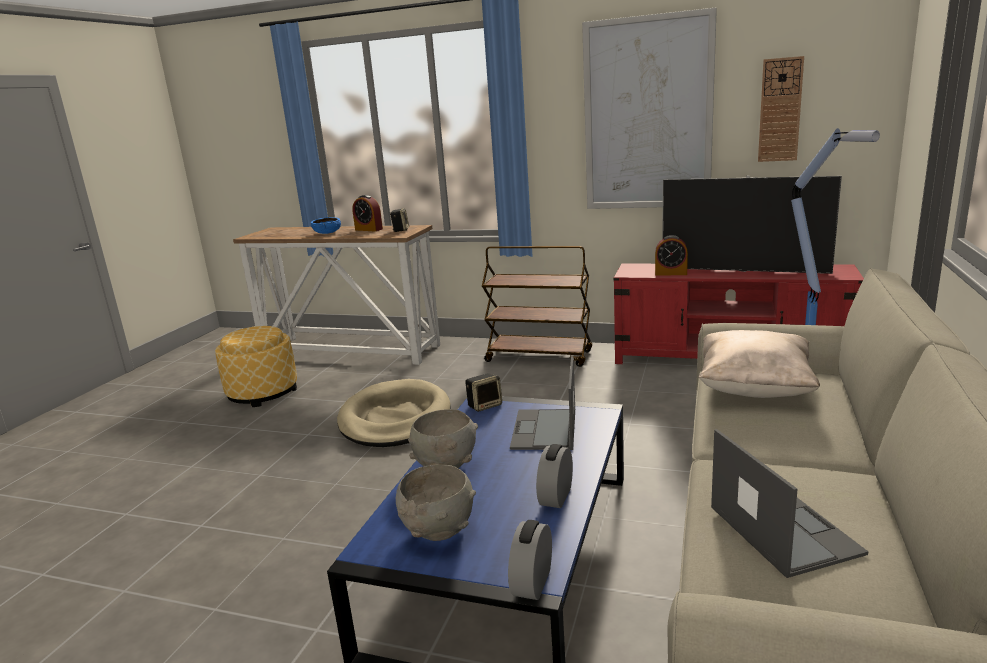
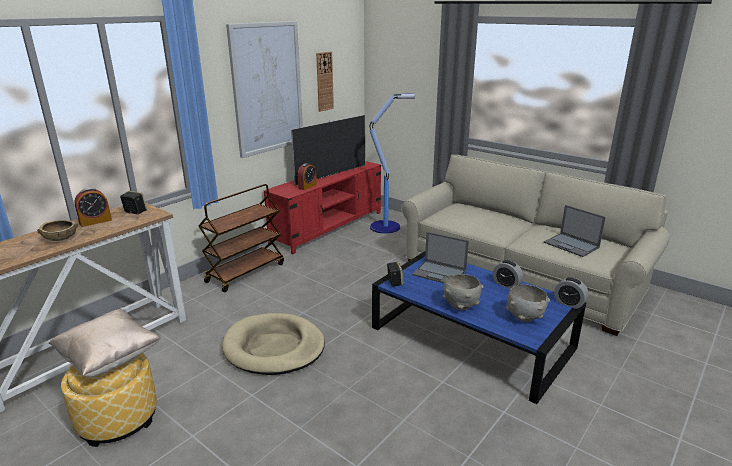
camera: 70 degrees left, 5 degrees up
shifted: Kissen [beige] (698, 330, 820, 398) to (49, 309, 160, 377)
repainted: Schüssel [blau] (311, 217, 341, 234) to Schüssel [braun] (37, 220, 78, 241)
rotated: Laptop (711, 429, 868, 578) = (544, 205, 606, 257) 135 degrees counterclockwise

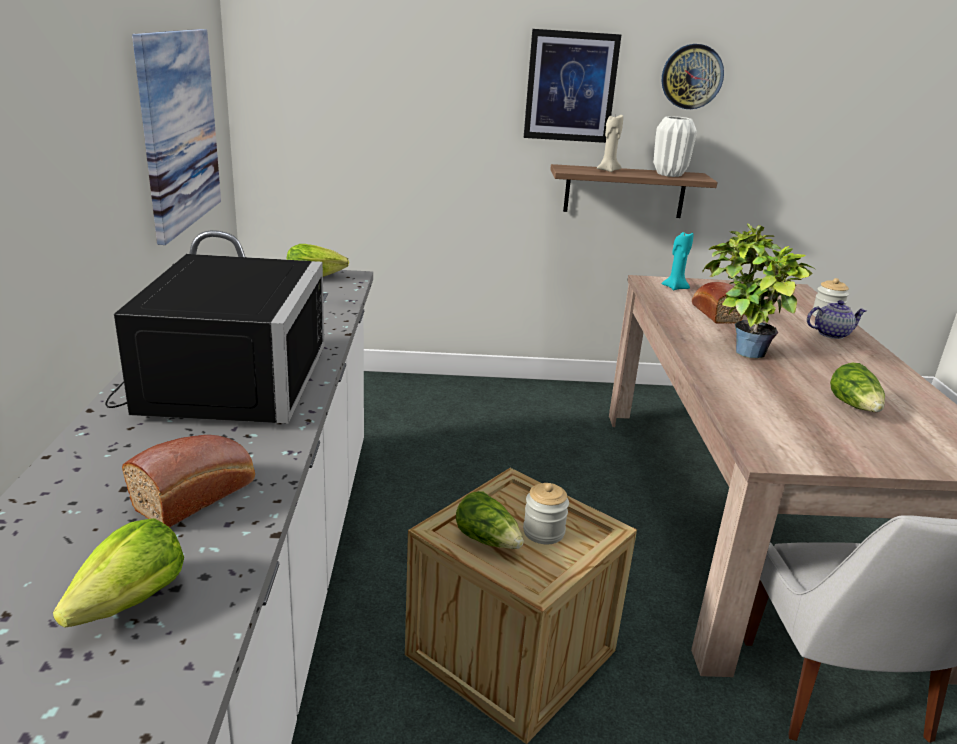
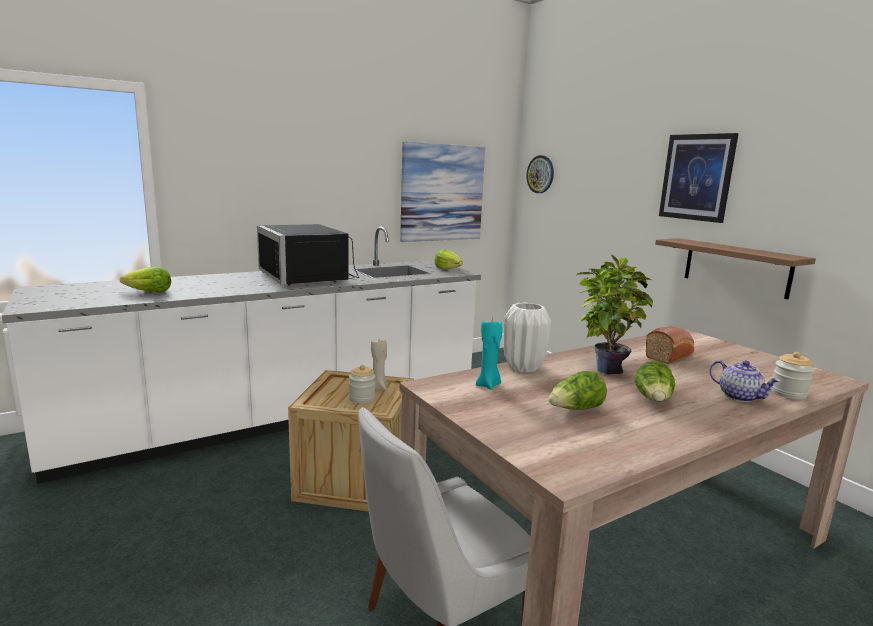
camera: 60 degrees right, 10 degrees down
gone: Brot (122, 435, 255, 528)
shifted: Salatkopf (456, 491, 524, 549) to (634, 361, 675, 402); Kerze [beige] (597, 113, 623, 172) to (371, 339, 387, 390); Vase [weiß] (654, 116, 697, 177) to (504, 302, 551, 373); Kerze [türkis] (661, 232, 694, 290) to (476, 321, 502, 390); Wanduhr (662, 44, 724, 109) to (526, 155, 554, 193)
rotated: Mikrowelle [schwarz] (105, 254, 325, 424) = (257, 224, 359, 285) 90 degrees clockwise

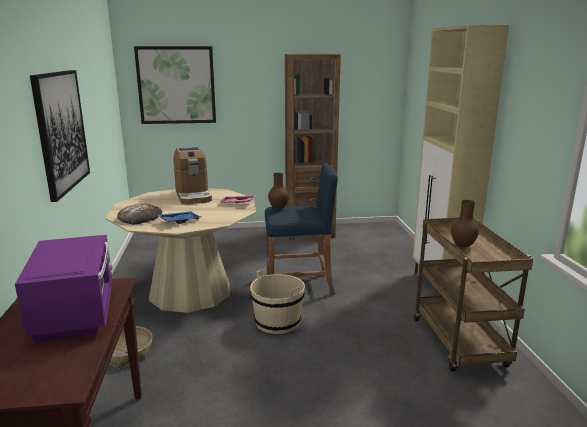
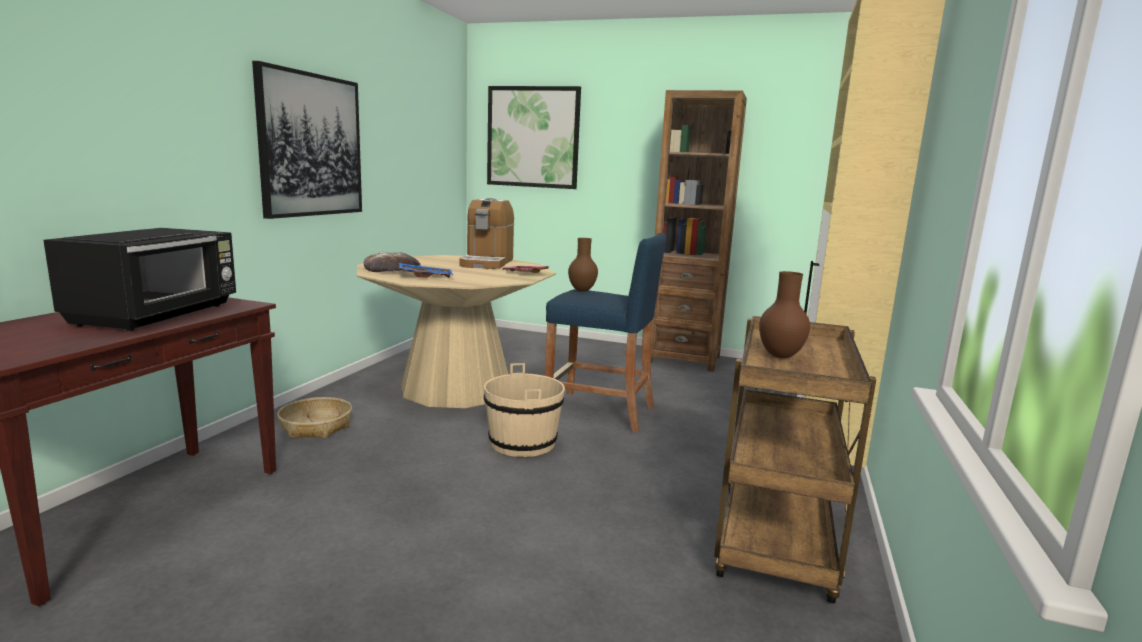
camera: 25 degrees right, 5 degrees down
repainted: Mikrowelle [lila] (15, 235, 113, 342) to Mikrowelle [schwarz] (43, 228, 236, 331)

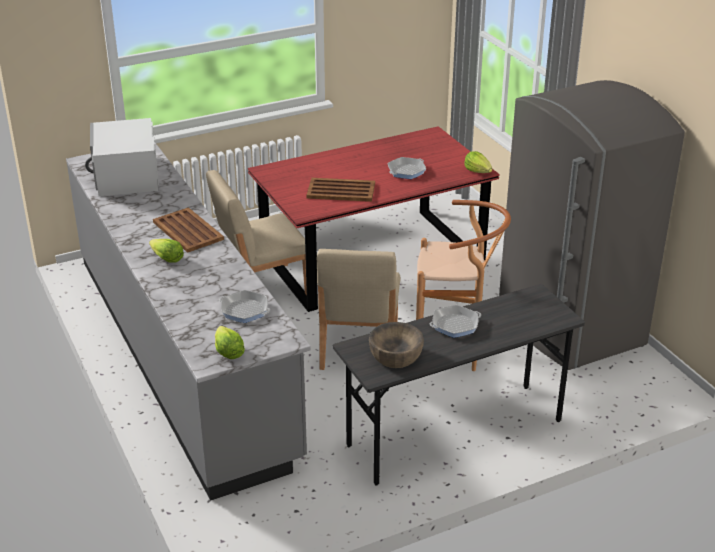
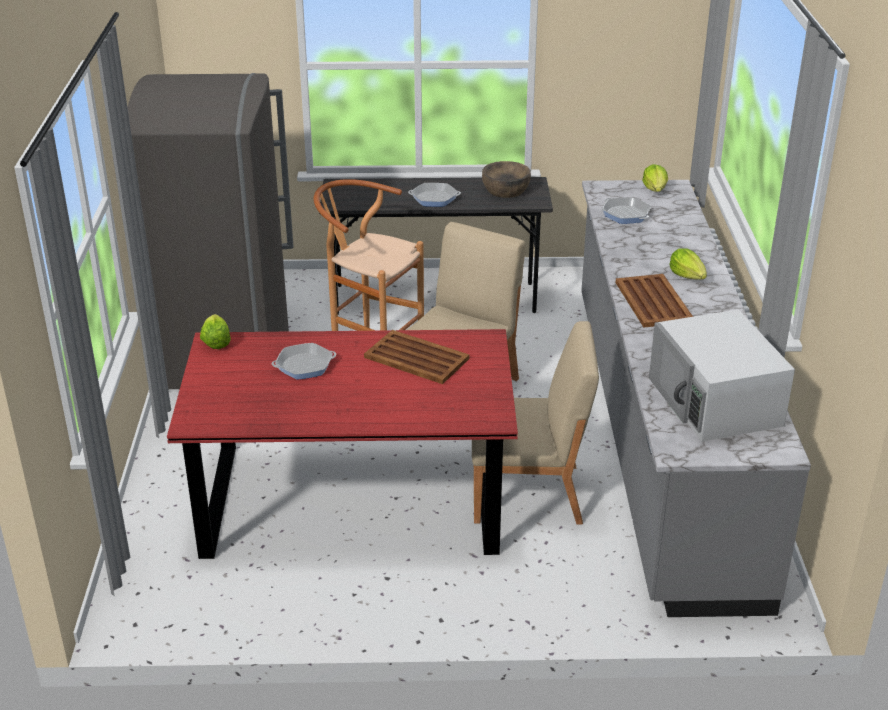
camera: 155 degrees left, 0 degrees up
rotated: Mikrowelle [weiß] (85, 118, 159, 196) = (649, 309, 795, 442) 150 degrees clockwise

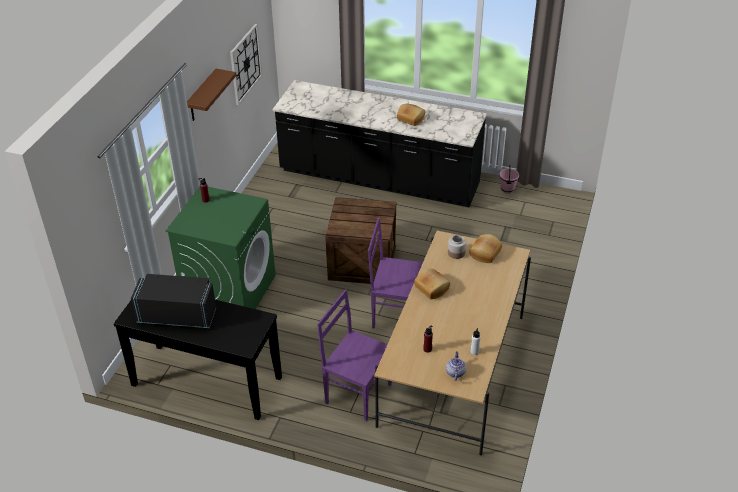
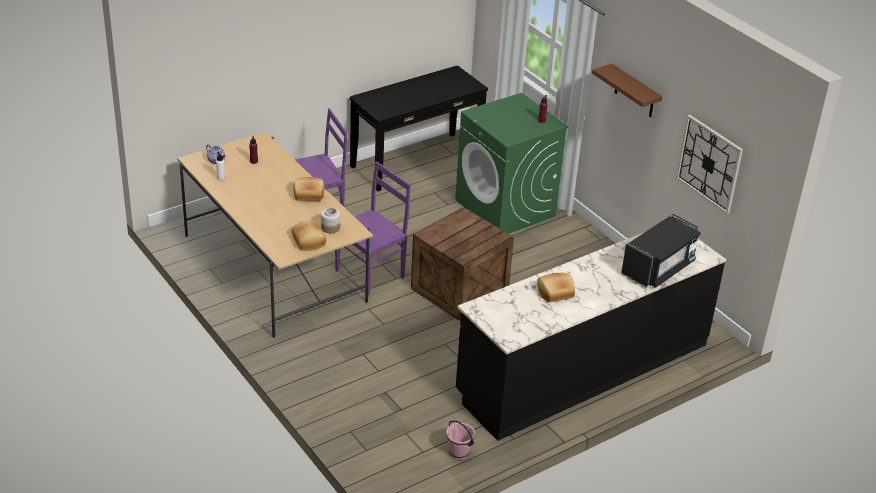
camera: 125 degrees right, 5 degrees down
shifted: Mikrowelle [schwarz] (131, 274, 216, 328) to (621, 214, 701, 288)

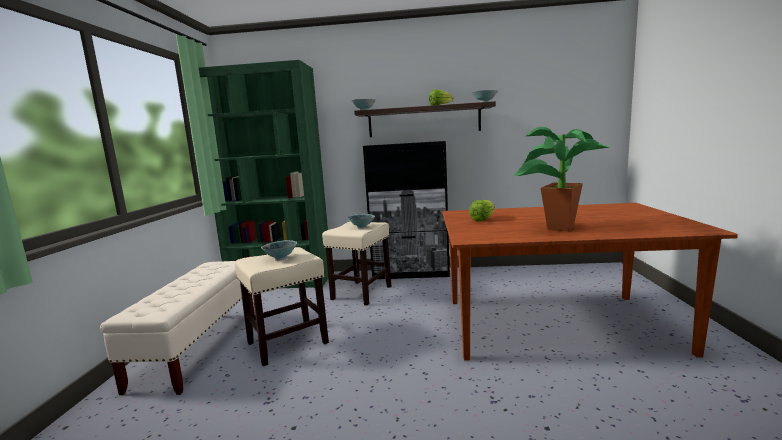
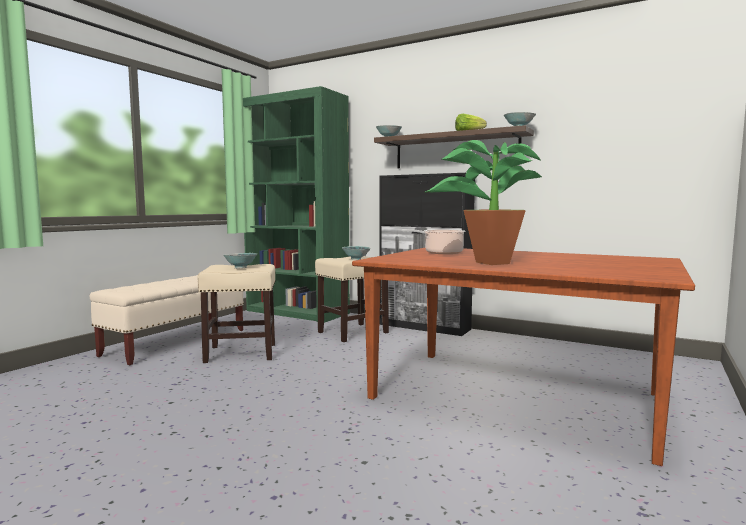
camera: 25 degrees right, 5 degrees down
swapped: Salatkopf (469, 200, 495, 222) to Kochtopf (402, 229, 466, 254)

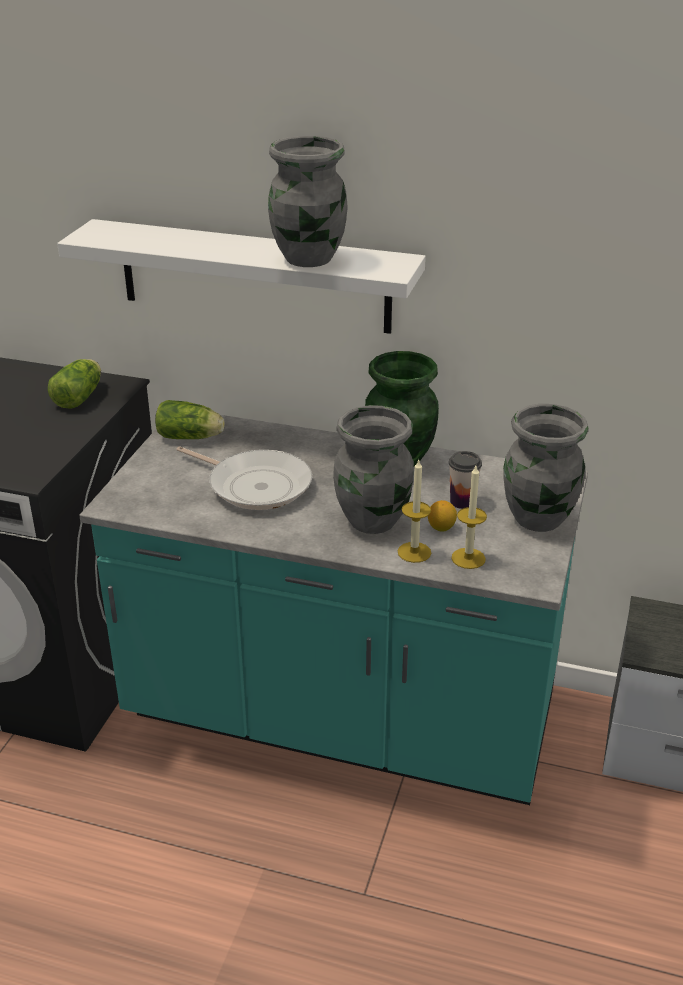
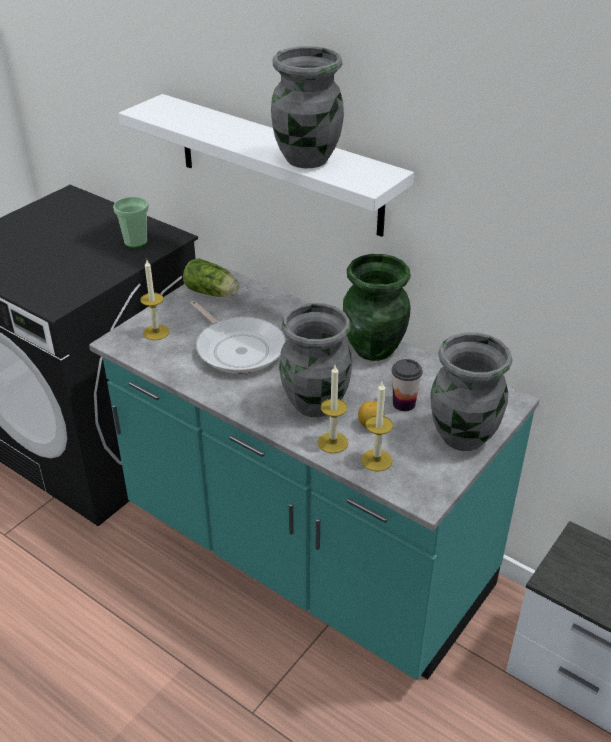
camera: 20 degrees right, 5 degrees up
new: Kerze (140, 260, 170, 340)
swapped: Salatkopf (48, 359, 101, 409) to Tasse (113, 197, 149, 248)

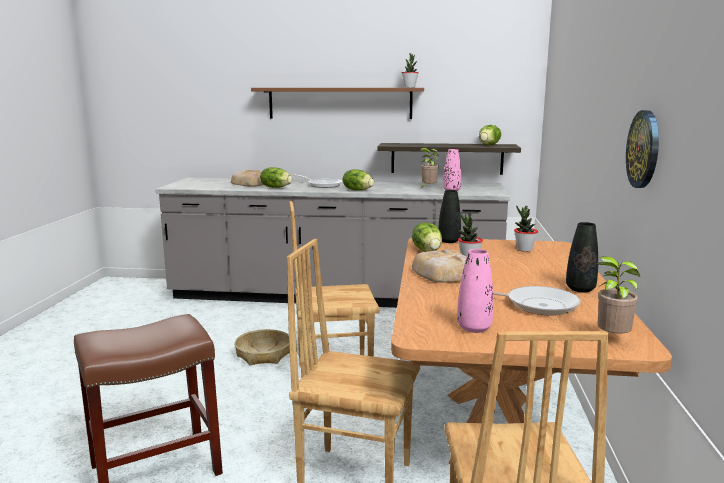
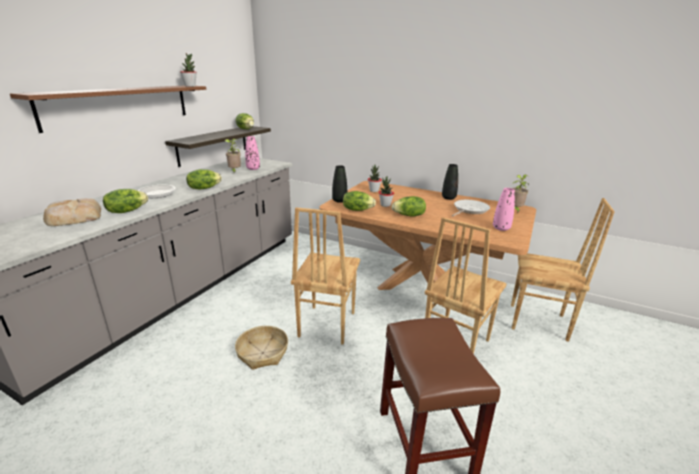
camera: 70 degrees left, 10 degrees up
gone: Wanduhr (626, 110, 659, 188)
swapped: Brot (412, 249, 467, 283) to Salatkopf (392, 196, 426, 217)

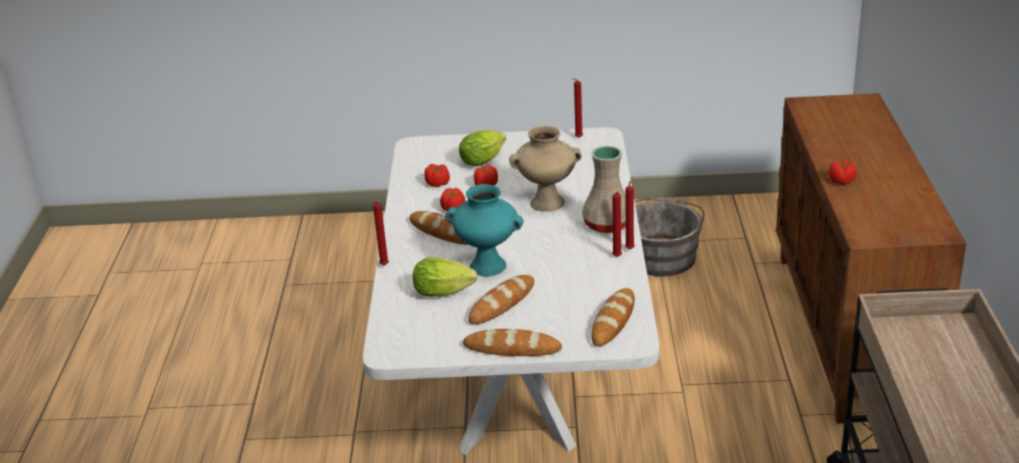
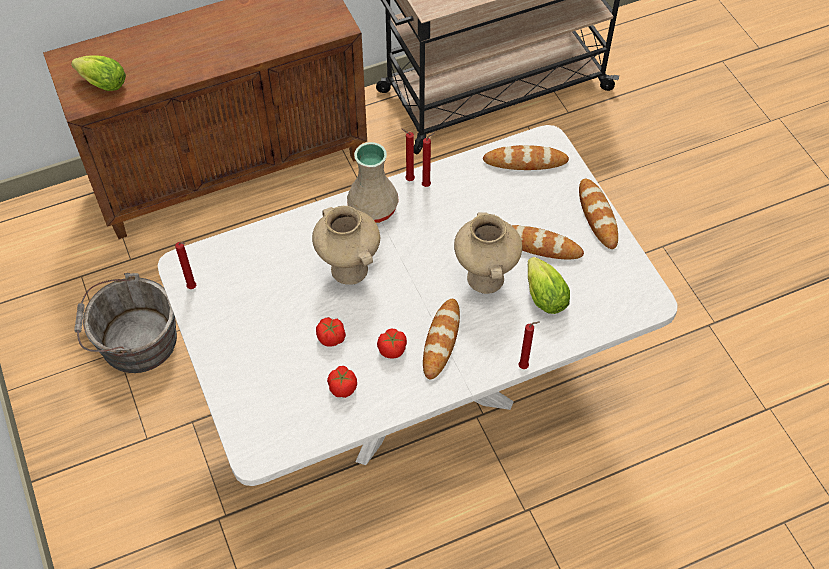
camera: 115 degrees left, 25 degrees up
gone: Tomate (829, 160, 856, 184)
shifted: Salatkopf (459, 130, 506, 166) to (71, 55, 126, 91)
repainted: Vase [türkis] (445, 184, 524, 276) to Vase [beige] (454, 212, 522, 294)

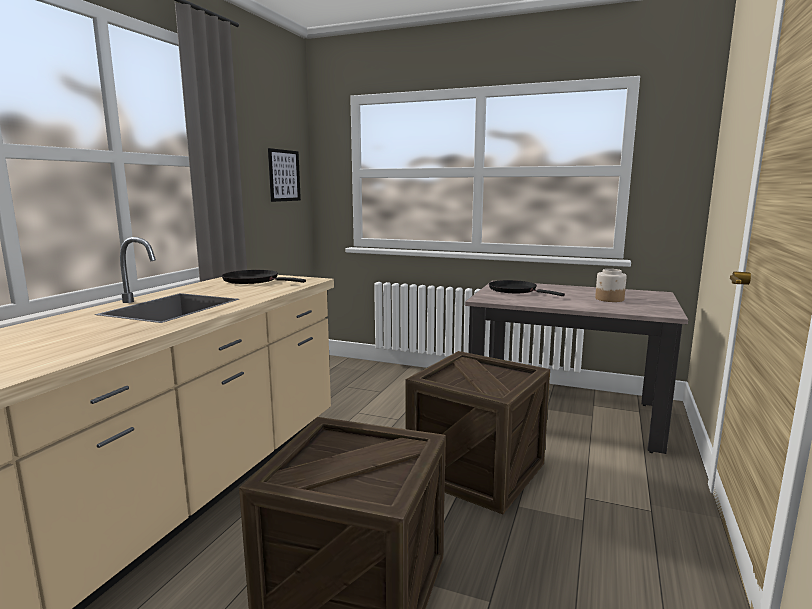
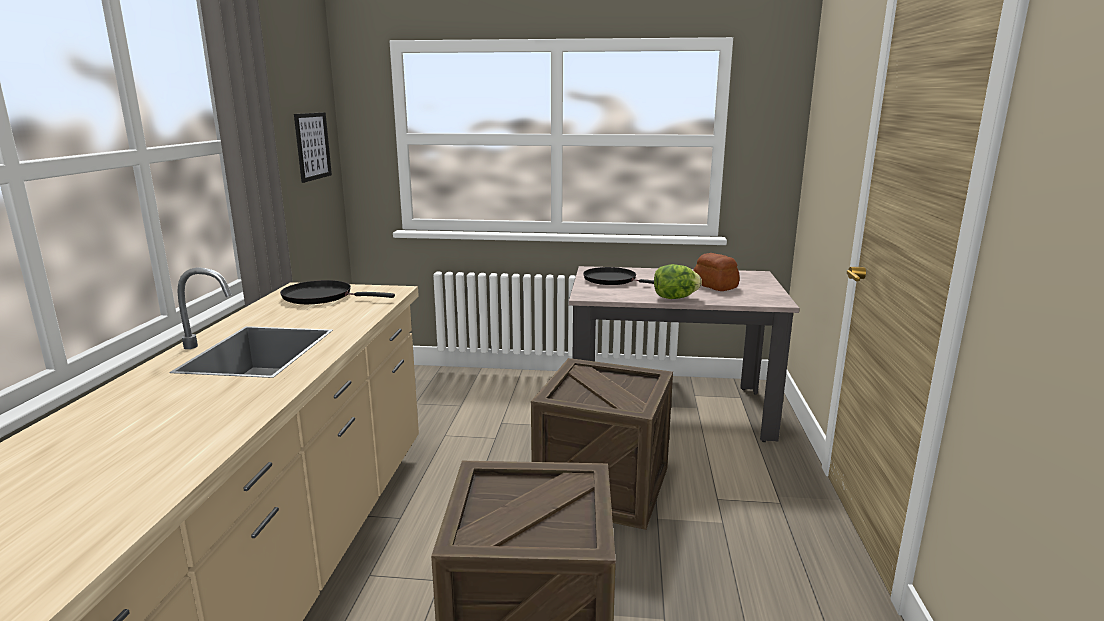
camera: 15 degrees left, 5 degrees up
new: Salatkopf (654, 264, 702, 299)
swapped: Vorratsglas (595, 269, 627, 302) to Brot (693, 253, 740, 291)

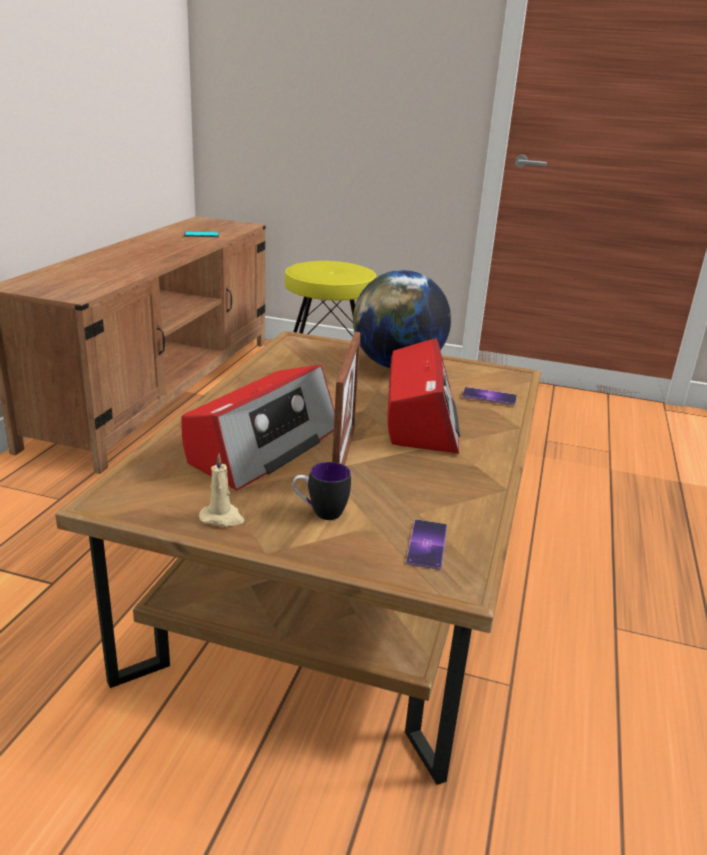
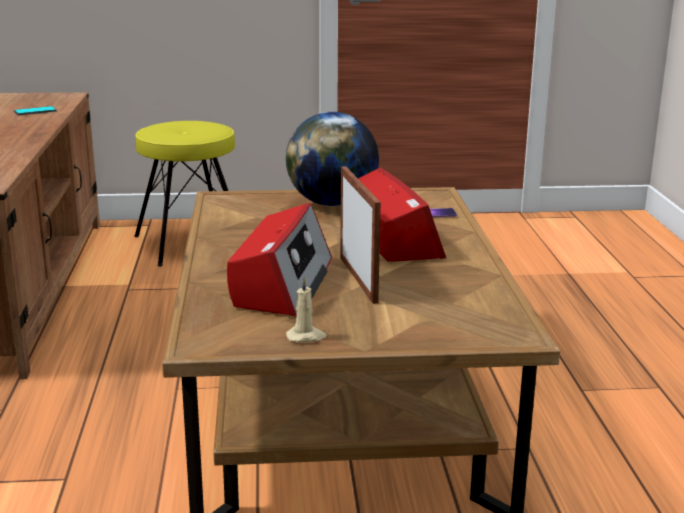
camera: 20 degrees left, 5 degrees down
gone: Henkelbecher (292, 462, 351, 520); Handy (406, 520, 447, 570)

